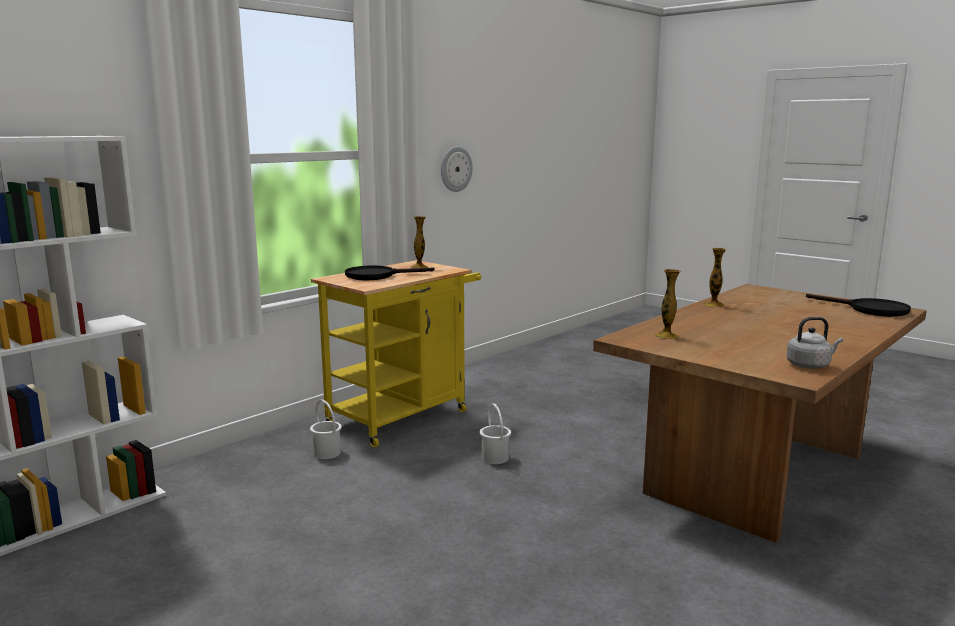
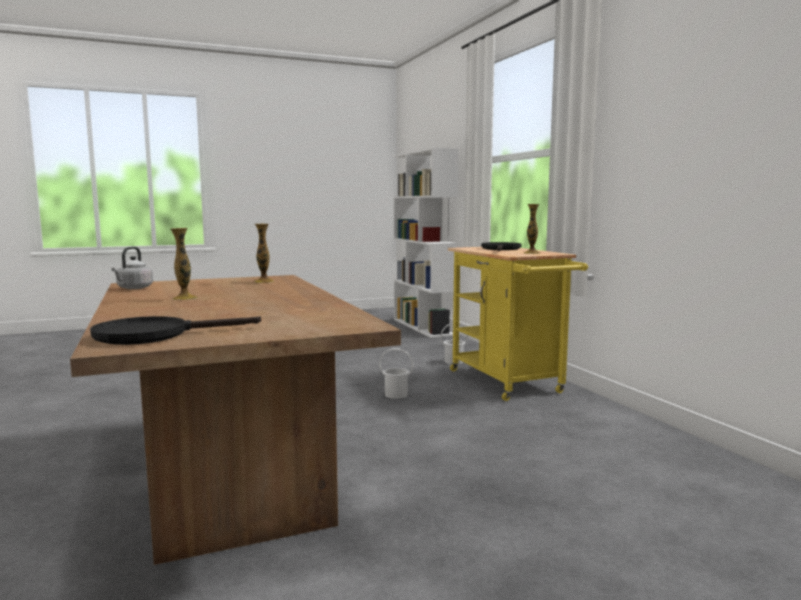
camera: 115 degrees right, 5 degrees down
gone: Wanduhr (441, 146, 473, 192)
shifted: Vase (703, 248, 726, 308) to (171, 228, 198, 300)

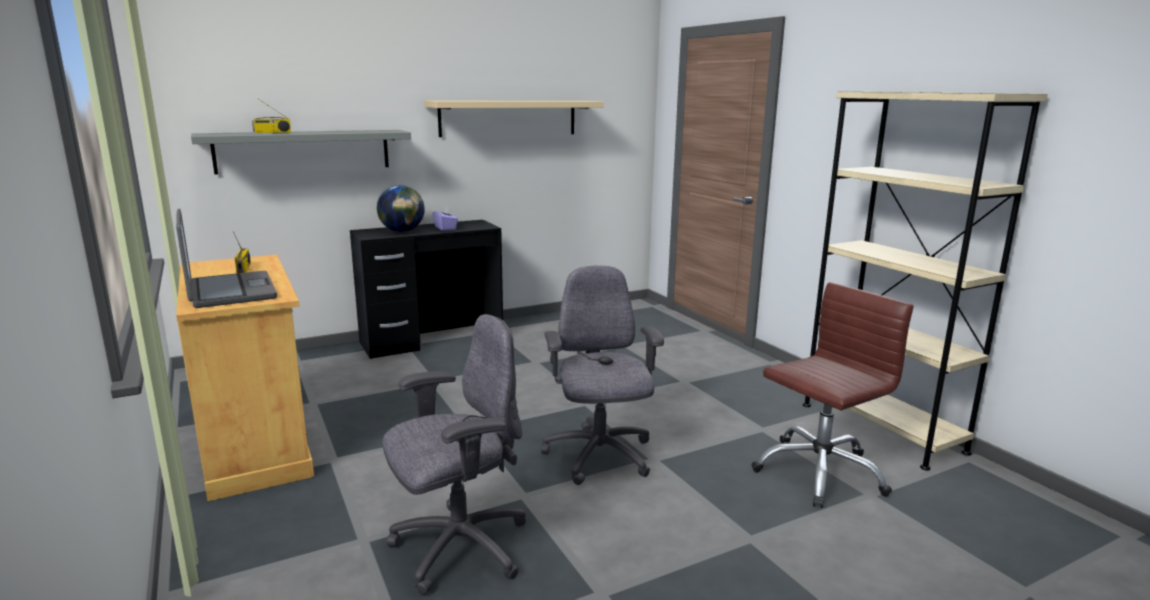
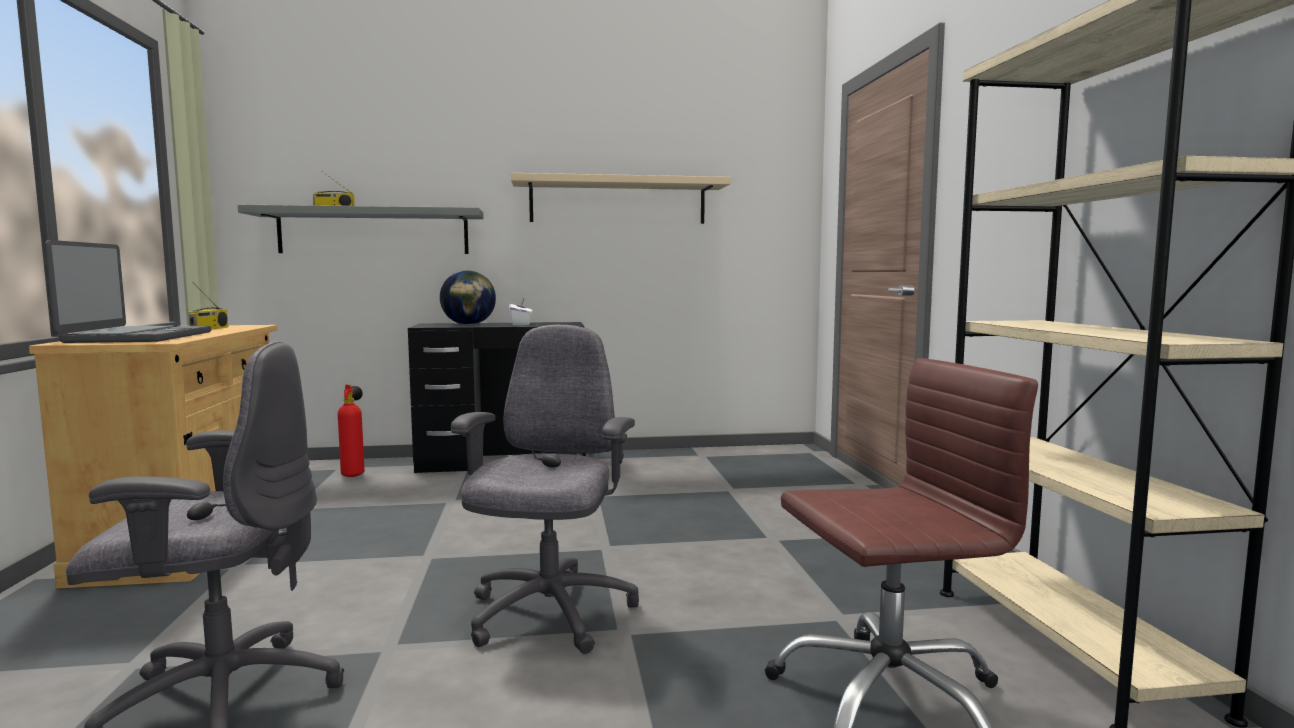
camera: 20 degrees right, 10 degrees down
new: Feuerlöscher (338, 385, 365, 477)
repainted: Taschentuchbox [lila] (432, 206, 458, 231) to Taschentuchbox [weiß] (509, 298, 532, 325)

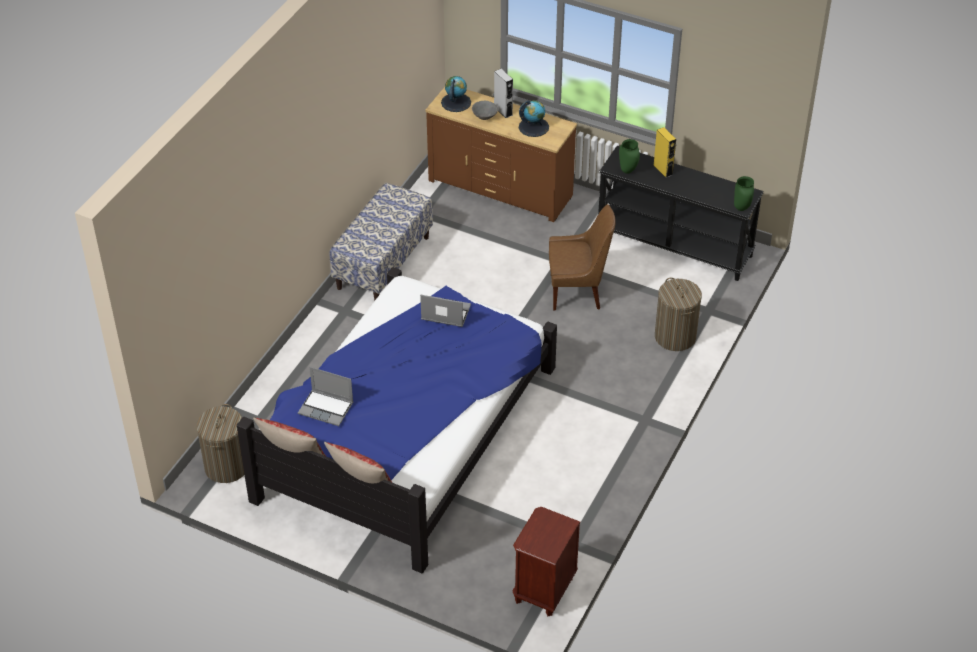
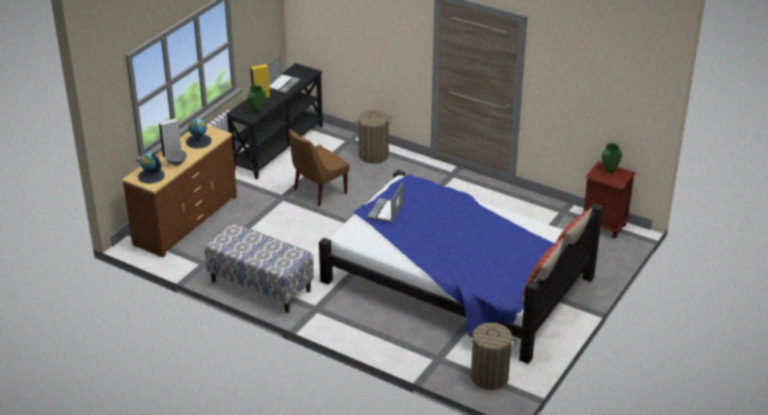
camera: 85 degrees left, 10 degrees down
shifted: Laptop (298, 367, 353, 426) to (267, 54, 300, 93); Vase [grün] (734, 176, 754, 211) to (602, 143, 622, 173)
rotated: Stuhl [braun] (549, 204, 616, 310) = (289, 129, 349, 207) 135 degrees counterclockwise

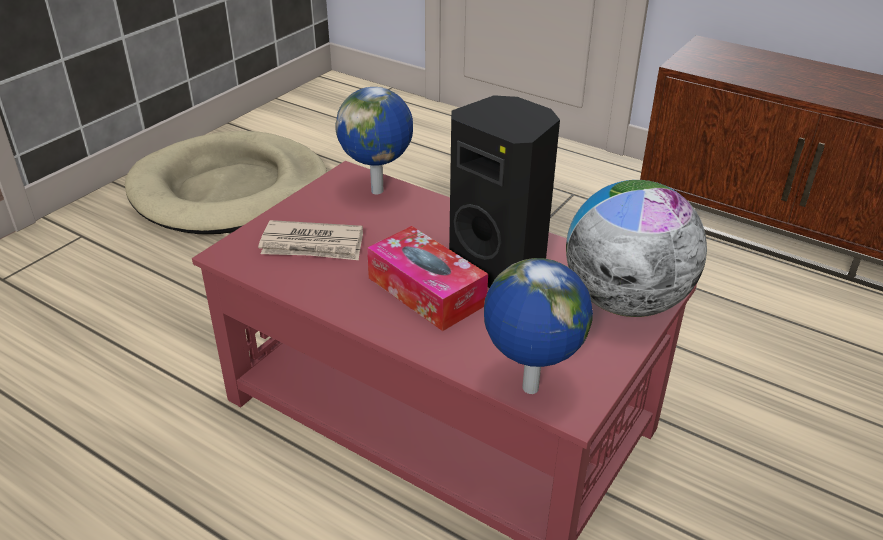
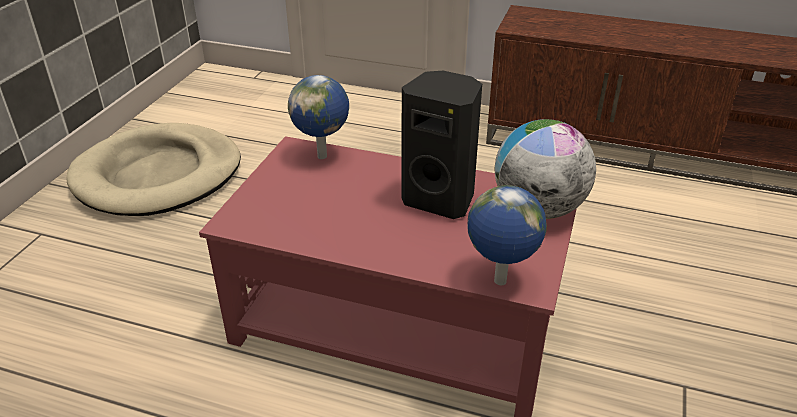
camera: 15 degrees left, 0 degrees up
gone: Zeitung (258, 220, 363, 260); Taschentuchbox (367, 226, 488, 331)

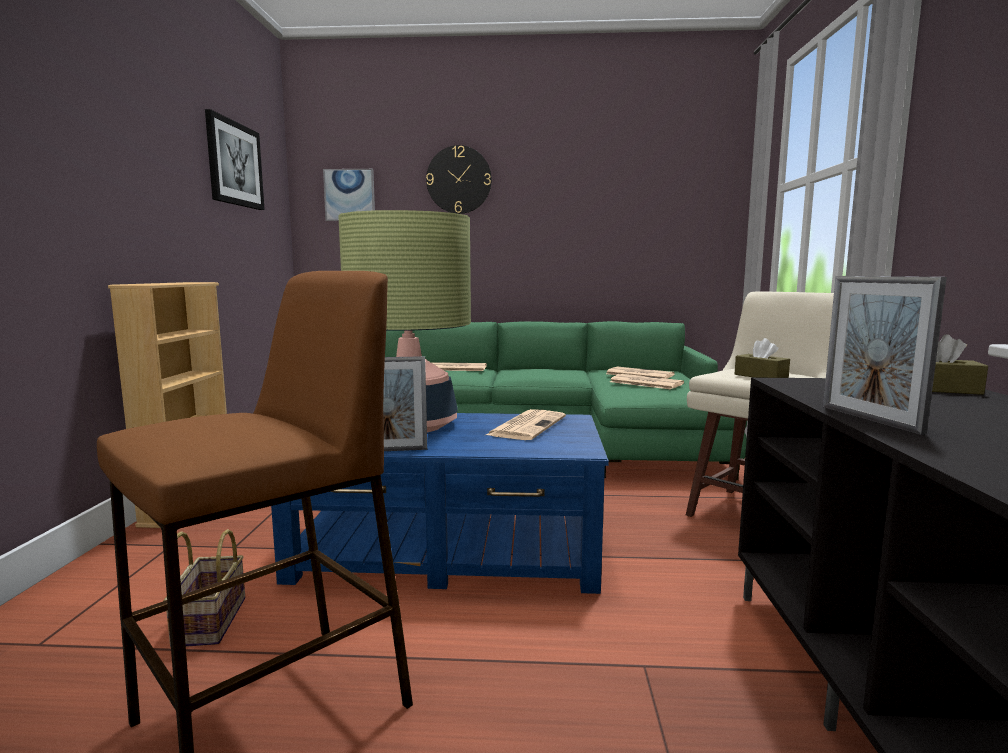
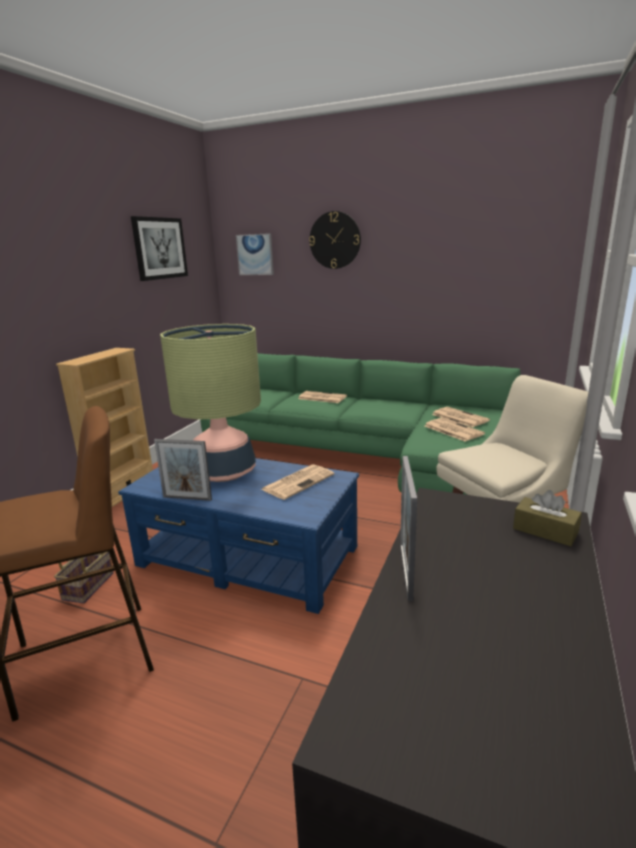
camera: 20 degrees right, 10 degrees up
gone: Taschentuchbox [braun] (735, 338, 790, 378)

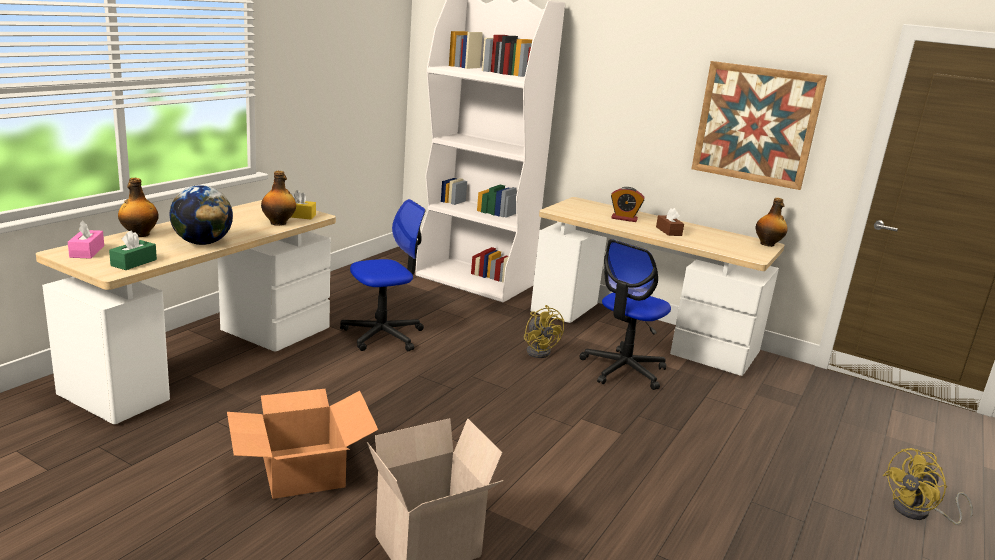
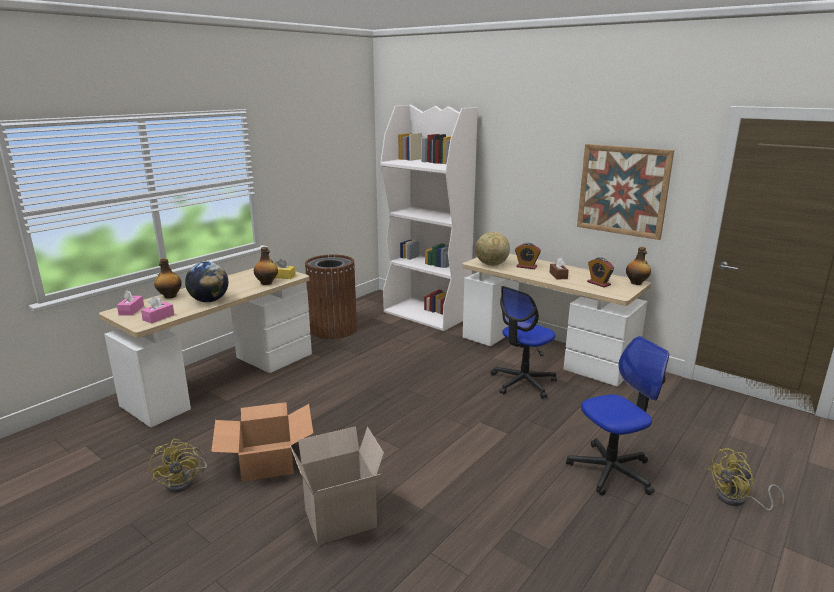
camera: 10 degrees right, 0 degrees up
new: Mülleimer [braun] (305, 254, 357, 339); Globus (475, 232, 510, 266); Wecker (587, 257, 614, 287)
shifted: Bürostuhl (340, 199, 425, 351) to (566, 336, 669, 496); Ventilator [gelb] (524, 305, 564, 358) to (149, 439, 207, 493)
repainted: Taschentuchbox [grün] (109, 231, 157, 270) to Taschentuchbox [rosa] (141, 296, 174, 323)

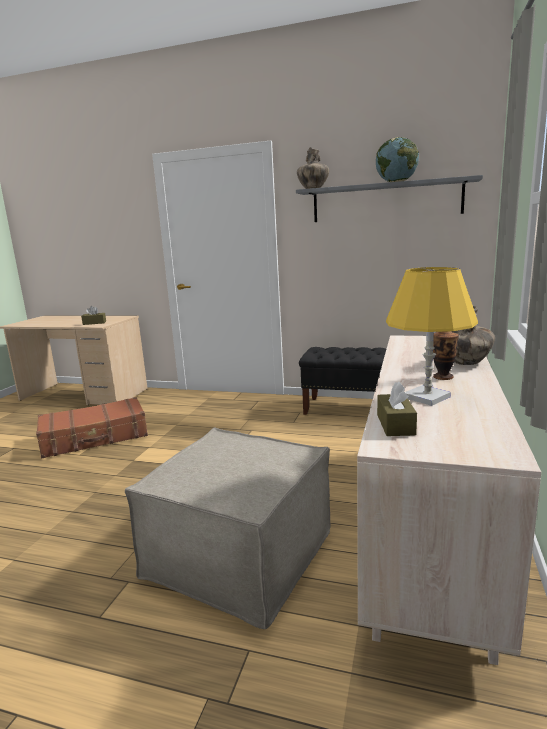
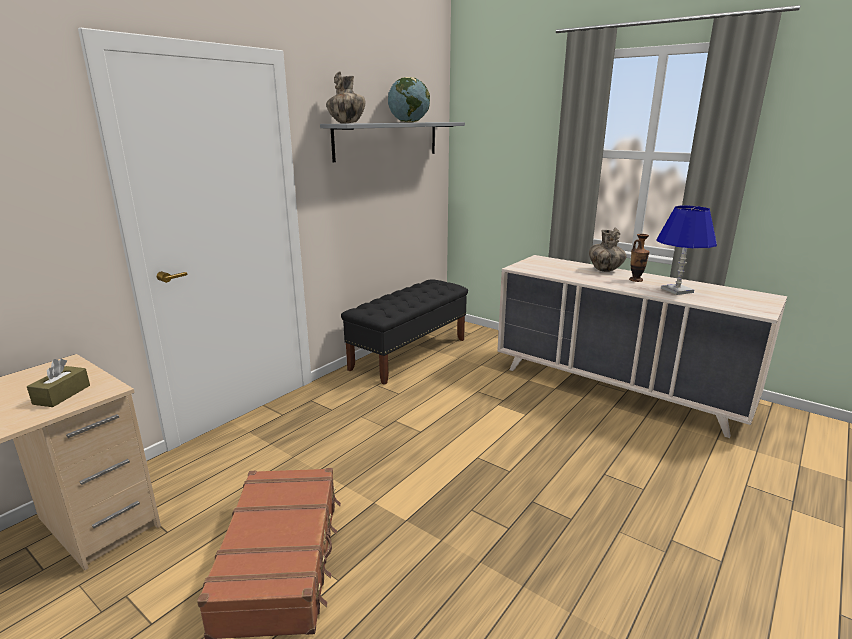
camera: 70 degrees left, 5 degrees up
gone: Polsterhocker [beige] (125, 428, 331, 629); Taschentuchbox [braun] (377, 382, 417, 436)
repainted: Tischlampe [gelb] (386, 267, 478, 406) to Tischlampe [blau] (656, 206, 717, 295)

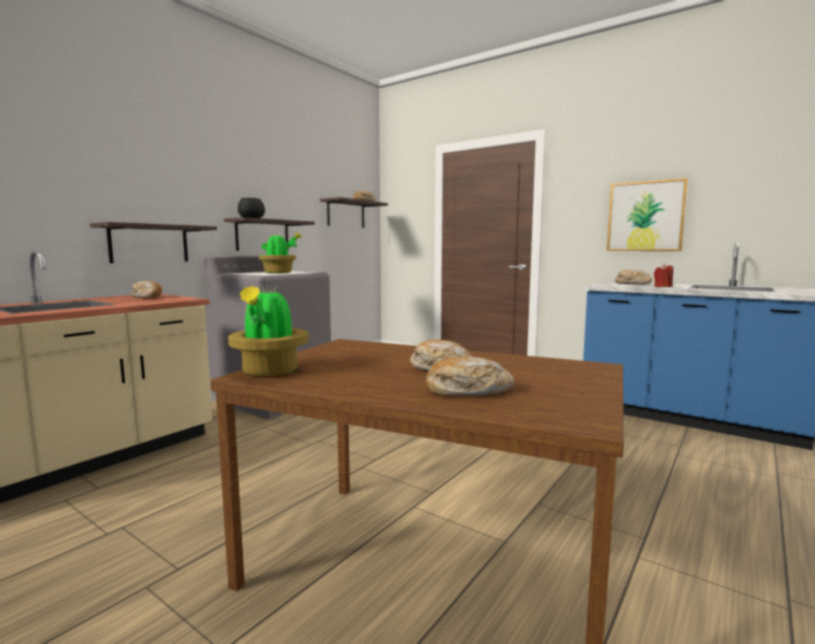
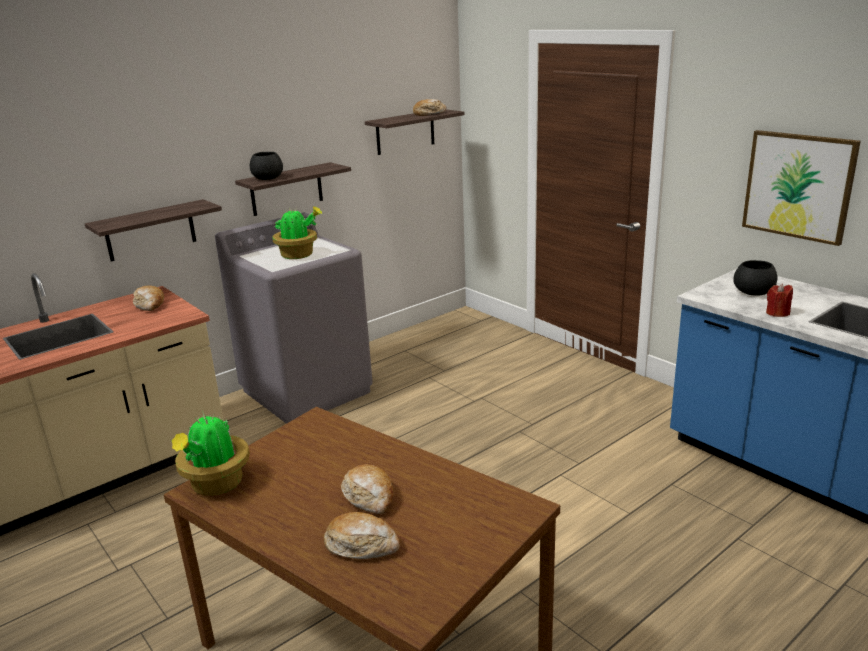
camera: 15 degrees right, 15 degrees up
swapped: Brot (615, 270, 652, 284) to Schüssel [schwarz] (733, 260, 777, 296)

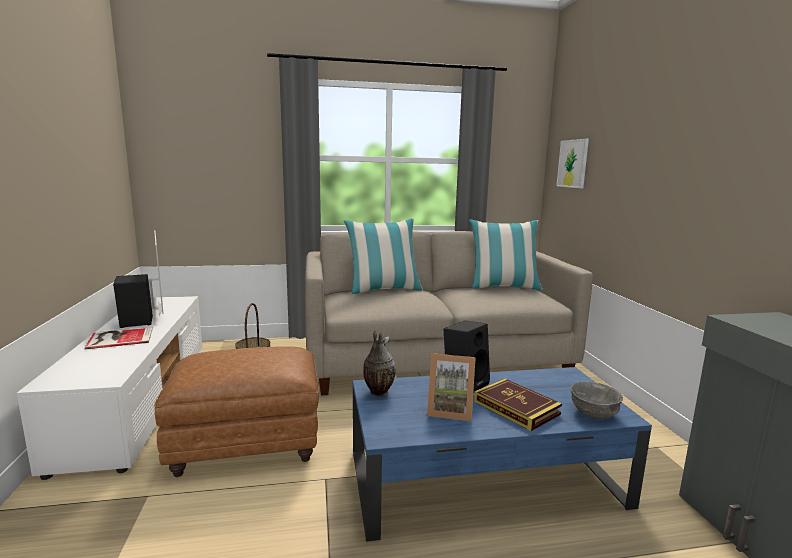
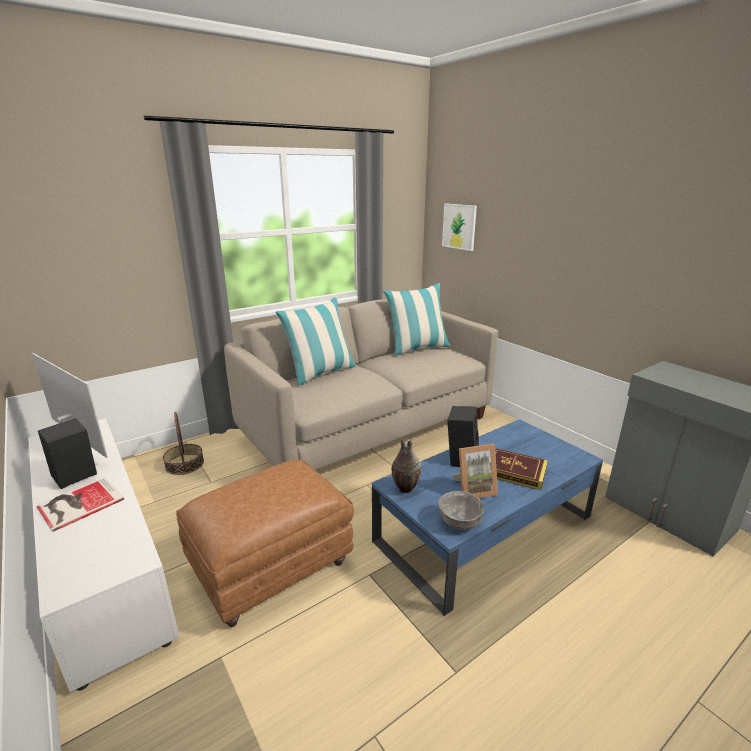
camera: 25 degrees left, 10 degrees up
shifted: Schüssel [grau] (570, 382, 623, 419) to (438, 491, 484, 530)

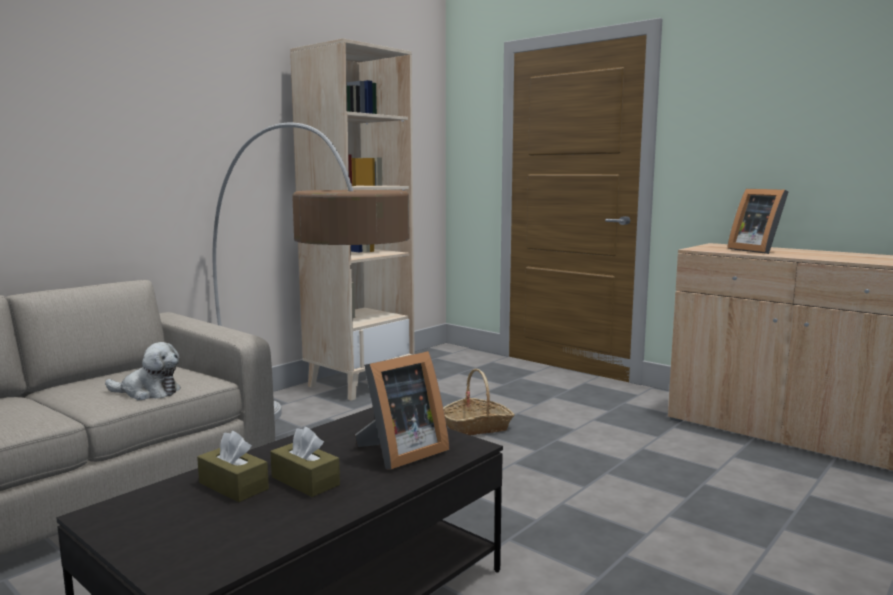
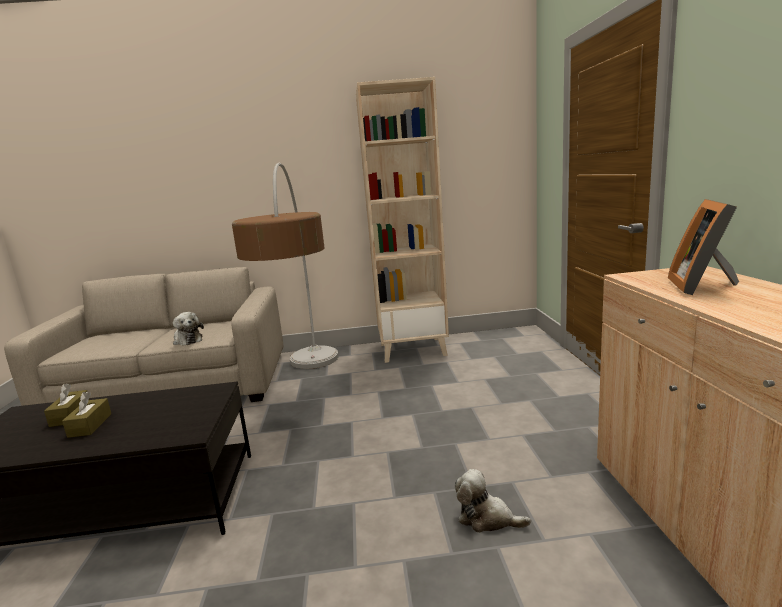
camera: 45 degrees right, 5 degrees up
gone: Bilderrahmen (355, 351, 449, 469); Korb (443, 368, 515, 435)
new: Plüschtier (455, 469, 531, 533)

